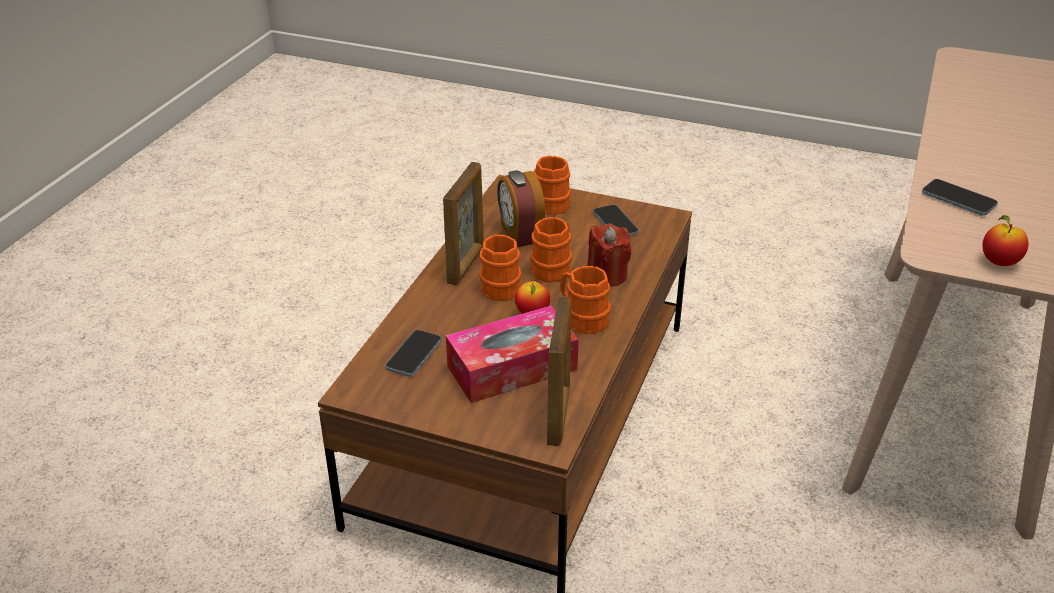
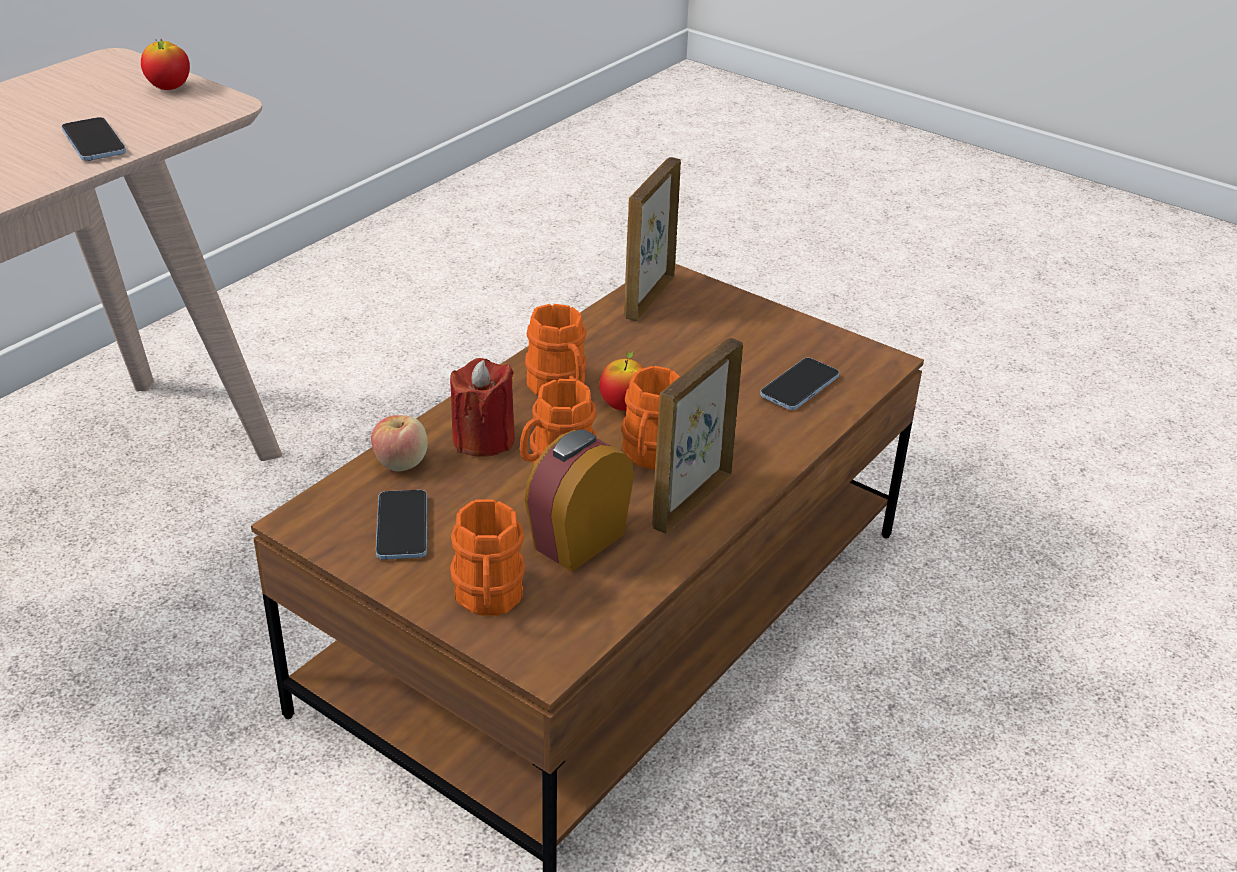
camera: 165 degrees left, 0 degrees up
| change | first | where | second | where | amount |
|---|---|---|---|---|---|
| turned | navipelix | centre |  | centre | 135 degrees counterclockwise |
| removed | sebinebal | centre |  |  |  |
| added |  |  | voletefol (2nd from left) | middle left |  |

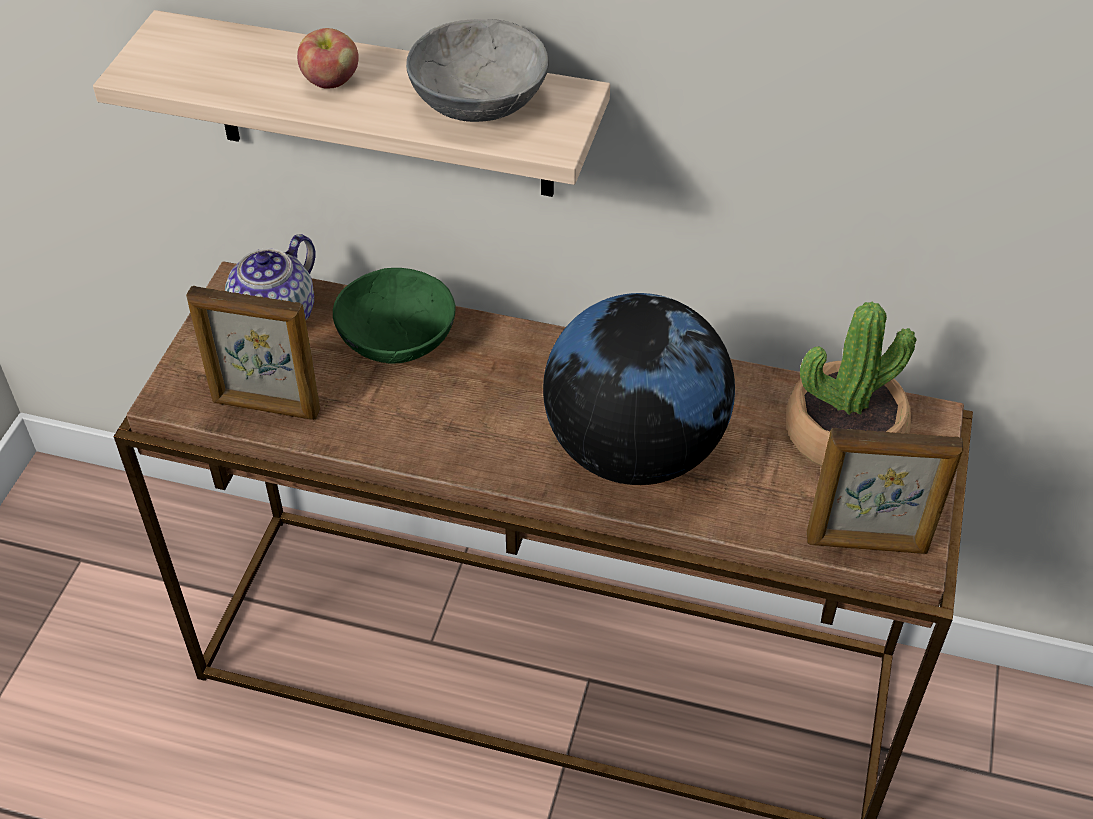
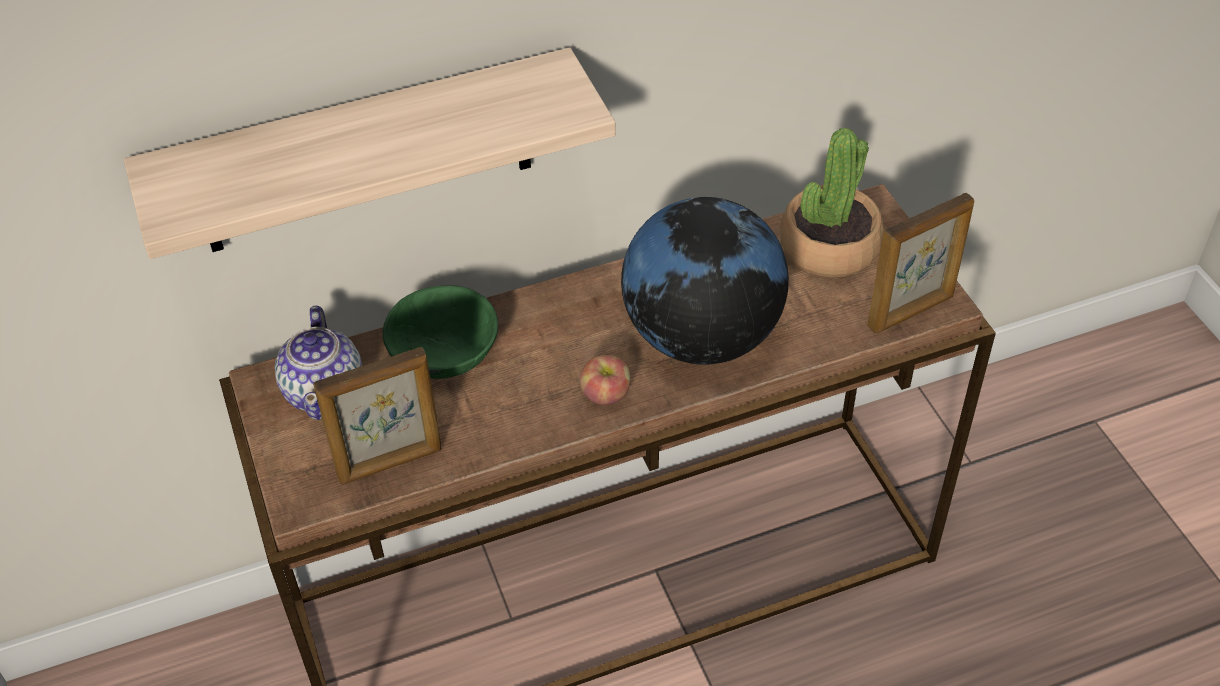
camera: 35 degrees left, 0 degrees up
| change | first | where | second | where | amount |
|---|---|---|---|---|---|
| removed | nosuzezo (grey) | top centre |  |  |  |
| moved | voletefol | top left |  | centre |  |

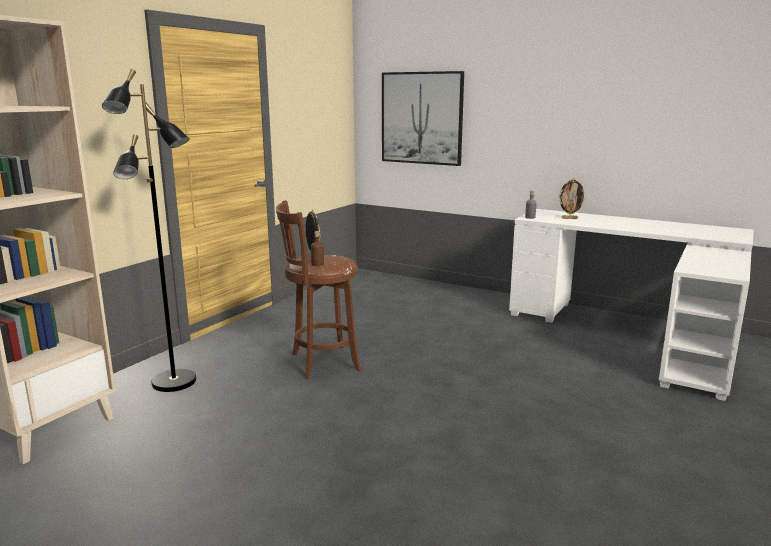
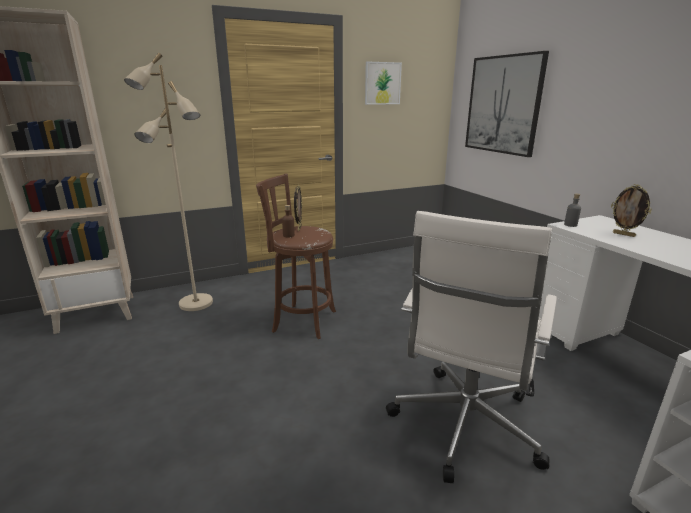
camera: 35 degrees right, 5 degrees up
| change | first | where | second | where | amount |
|---|---|---|---|---|---|
| recoloured | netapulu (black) | middle left | netapulu (beige) | middle left |  |
| added |  |  | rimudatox (1st from left) | top centre |  |
| added |  |  | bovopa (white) | bottom right |  |

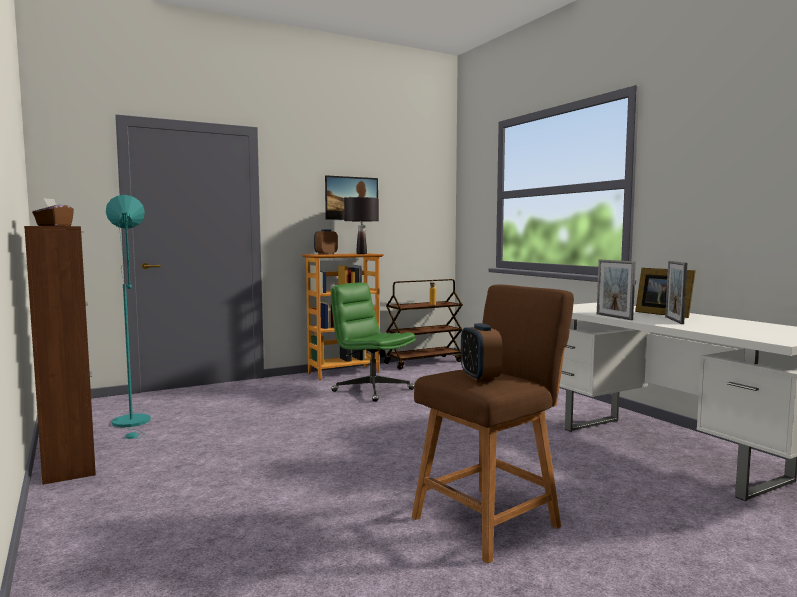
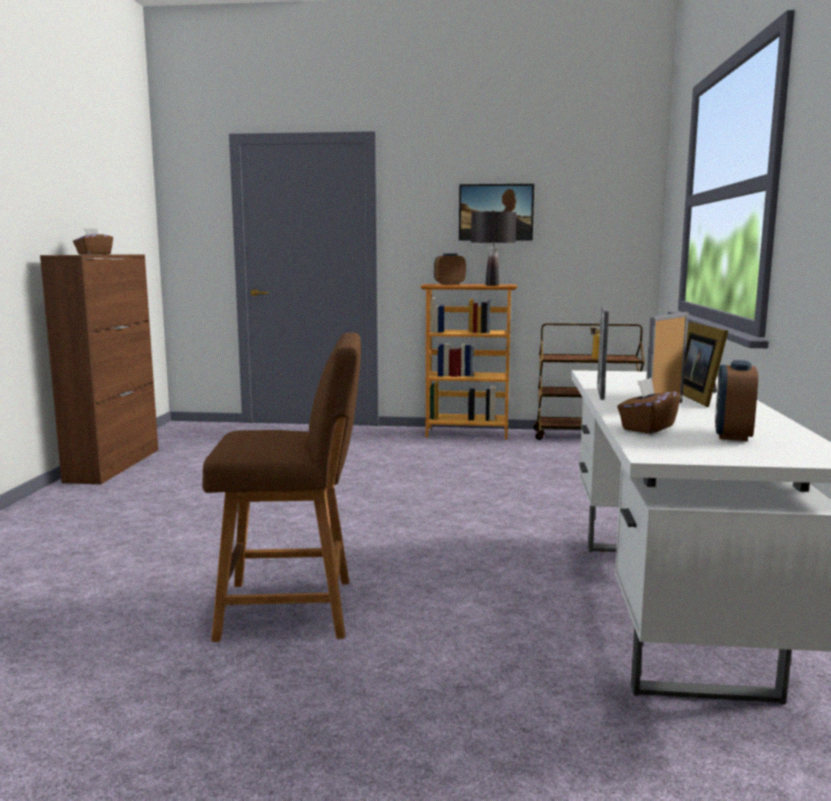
camera: 35 degrees right, 5 degrees up
| change | first | where | second | where | amount |
|---|---|---|---|---|---|
| removed | netapulu (turquoise) | middle left |  |  |  |
| removed | bovopa (green) | centre |  |  |  |
| moved | navipelix (2nd from left) | centre |  | middle right |  |
| added |  |  | sebinebal (brown) (2nd from left) | middle right |  |

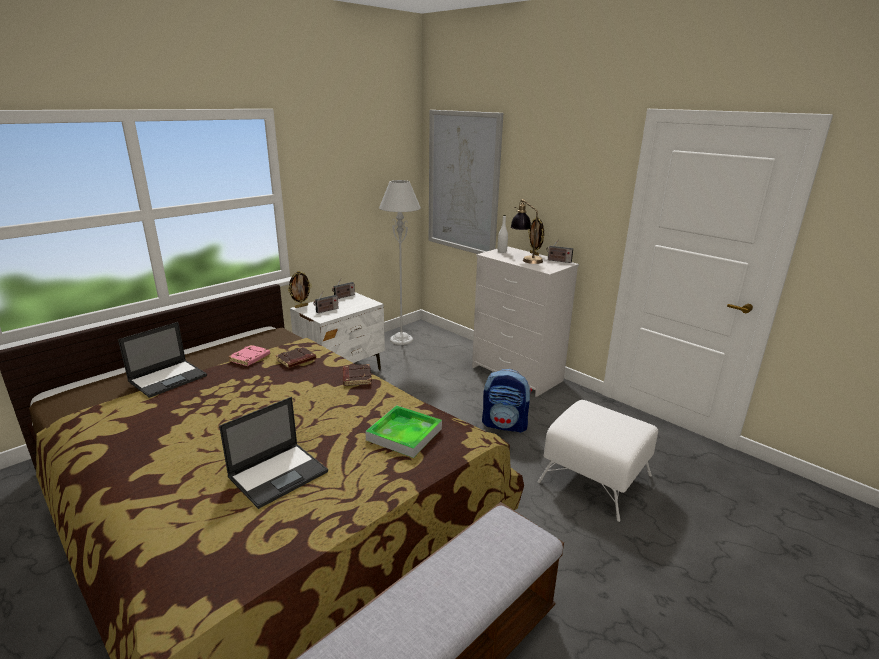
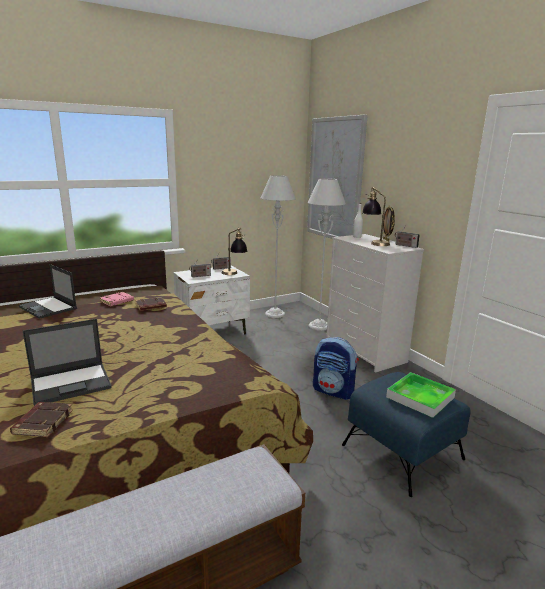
camera: 15 degrees right, 5 degrees down
| change | first | where | second | where | amount |
|---|---|---|---|---|---|
| removed | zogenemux (1st from left) | centre |  |  |  |
| turned | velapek (1st from left) | middle left |  | middle left | 75 degrees clockwise |
| moved | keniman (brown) (2nd from left in the first image) | centre | keniman (brown) (1st from left) | bottom left |  |
| recoloured | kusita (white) | bottom right | kusita (blue) | bottom right |  |
| moved | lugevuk | centre |  | bottom right |  |
| added |  |  | netapulu (grey) (2nd from left) | centre |  |
| added |  |  | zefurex (1st from left) | centre |  |

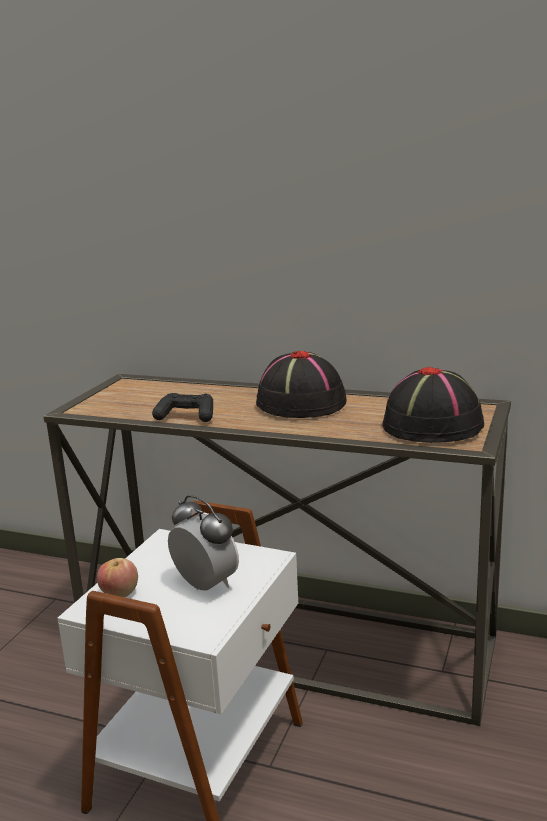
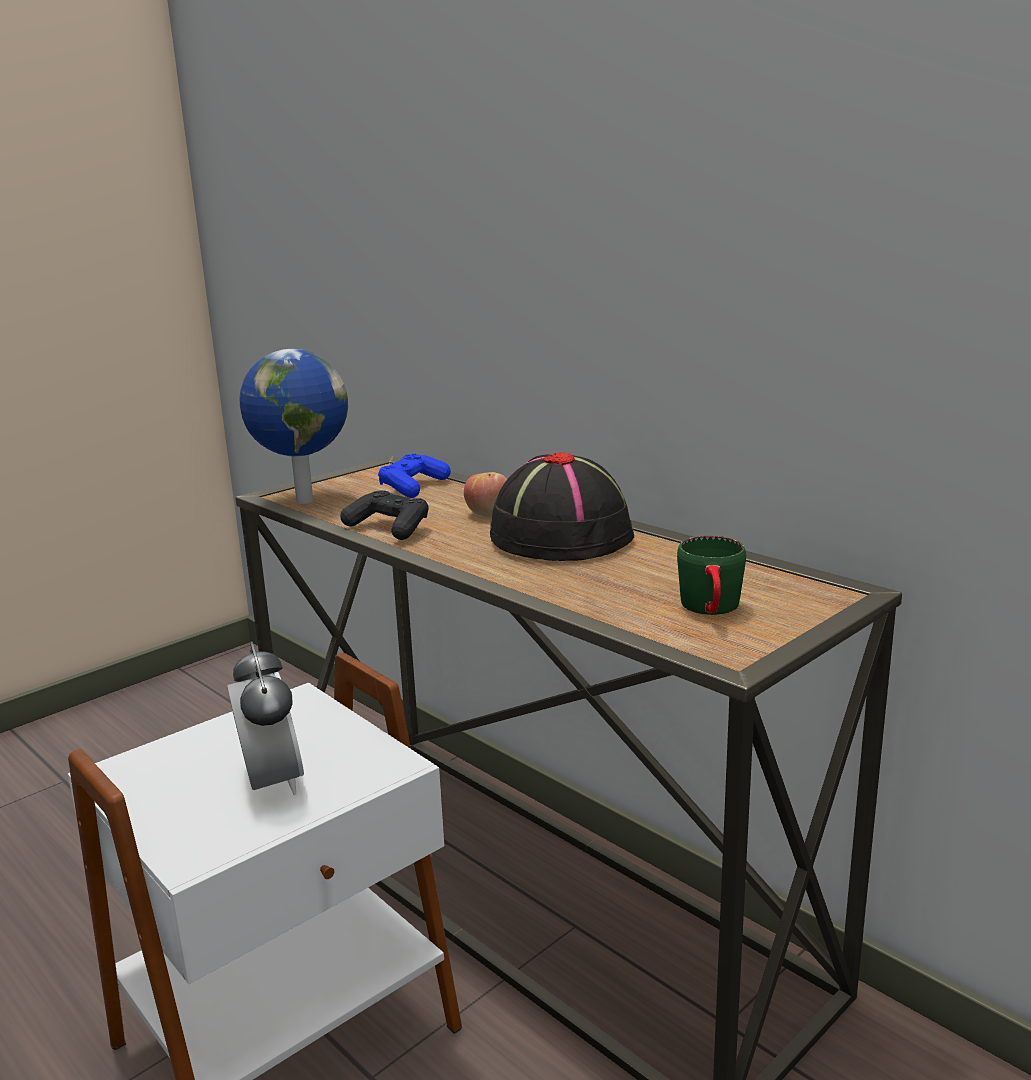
camera: 25 degrees right, 0 degrees up
| change | first | where | second | where | amount |
|---|---|---|---|---|---|
| replaced | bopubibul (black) (2nd from left) | middle right | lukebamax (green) | middle right |  |
| moved | voletefol | bottom left |  | centre |  |
| added |  |  | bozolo | middle left |  |
| added |  |  | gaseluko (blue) | centre |  |

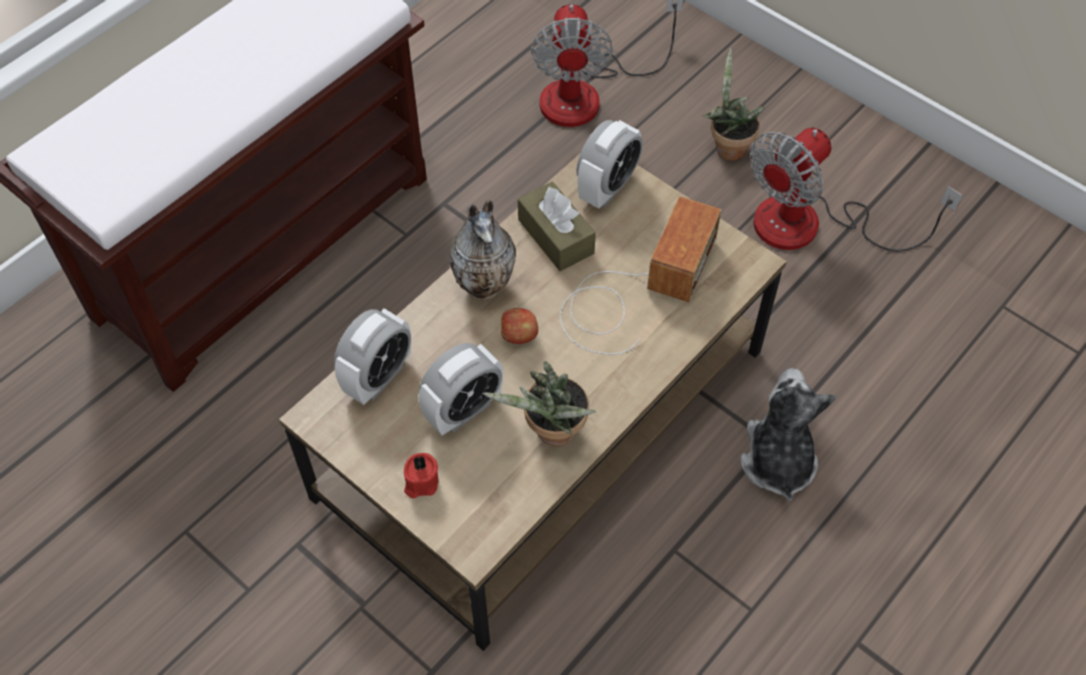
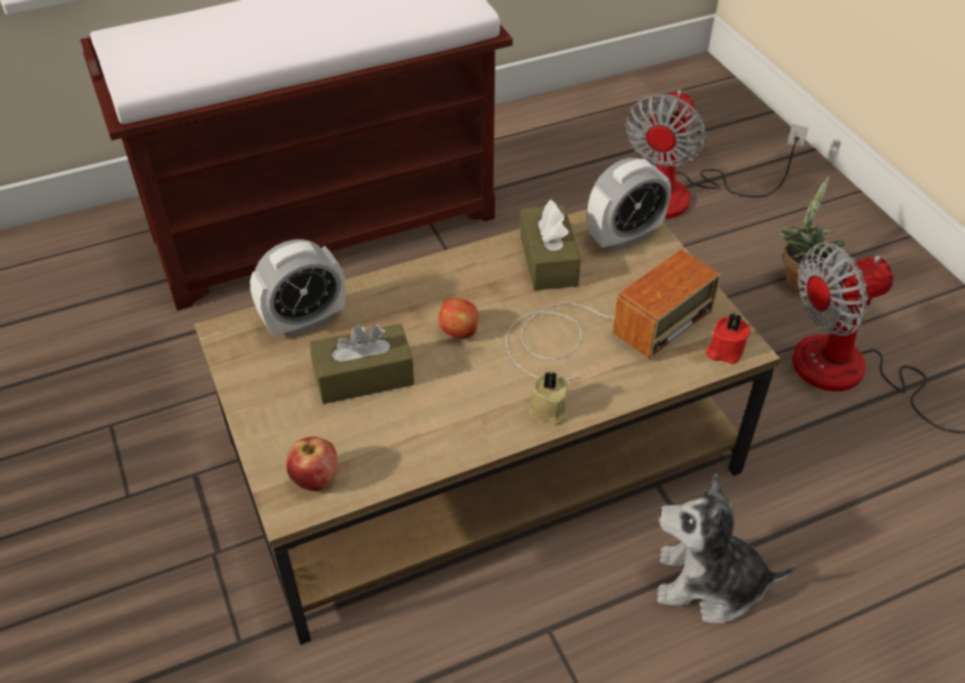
camera: 25 degrees right, 10 degrees down
| change | first | where | second | where | amount |
|---|---|---|---|---|---|
| removed | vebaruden | centre |  |  |  |
| replaced | navipelix (2nd from left) | centre | sebinebal (brown) (1st from left) | centre |  |
| removed | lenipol (1st from left) | centre |  |  |  |
| turned | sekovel | middle right |  | bottom right | 105 degrees counterclockwise |
| moved | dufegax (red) | bottom centre |  | middle right |  |
| added |  |  | dufegax (beige) | centre |  |
| added |  |  | voletefol (1st from left) | bottom left |  |

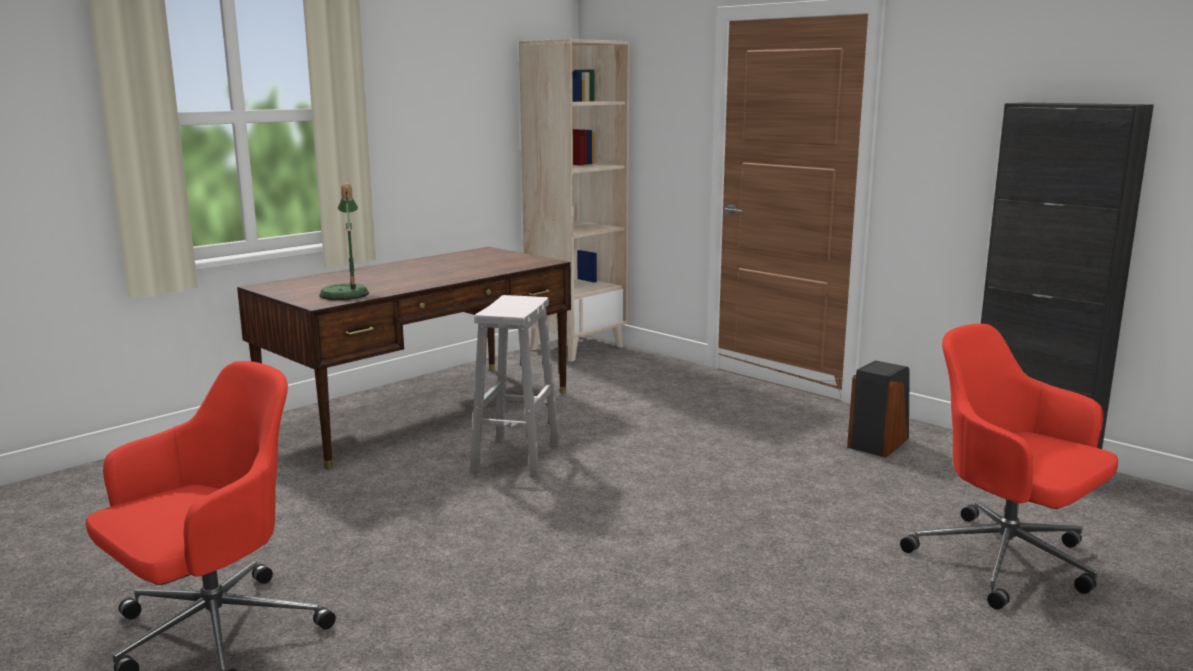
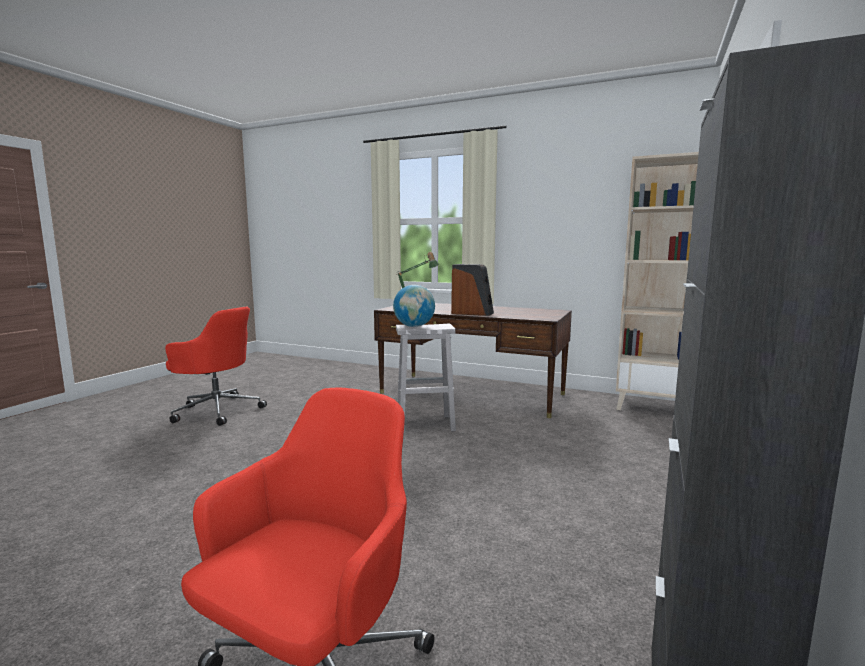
camera: 70 degrees right, 5 degrees down
| change | first | where | second | where | amount |
|---|---|---|---|---|---|
| moved | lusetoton | middle right |  | centre |  |
| added |  |  | bozolo | centre |  |

